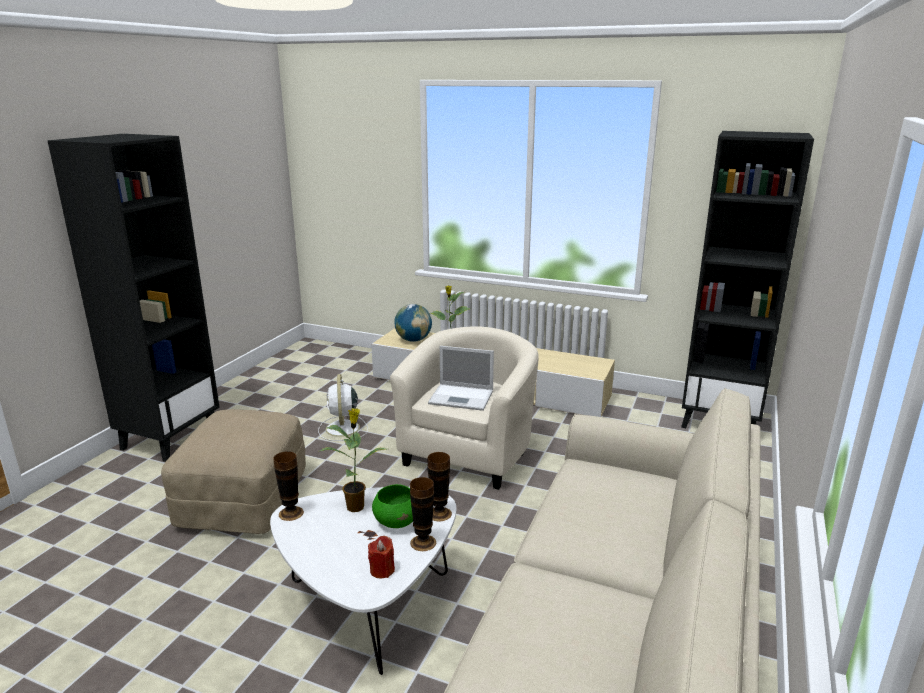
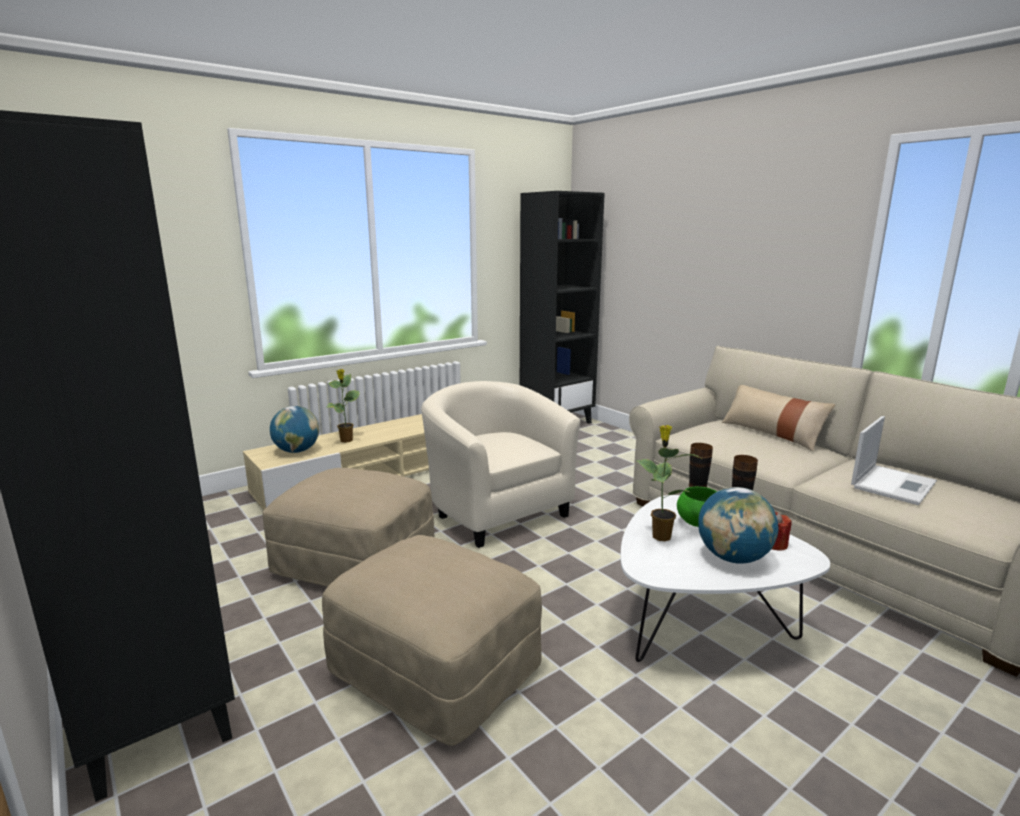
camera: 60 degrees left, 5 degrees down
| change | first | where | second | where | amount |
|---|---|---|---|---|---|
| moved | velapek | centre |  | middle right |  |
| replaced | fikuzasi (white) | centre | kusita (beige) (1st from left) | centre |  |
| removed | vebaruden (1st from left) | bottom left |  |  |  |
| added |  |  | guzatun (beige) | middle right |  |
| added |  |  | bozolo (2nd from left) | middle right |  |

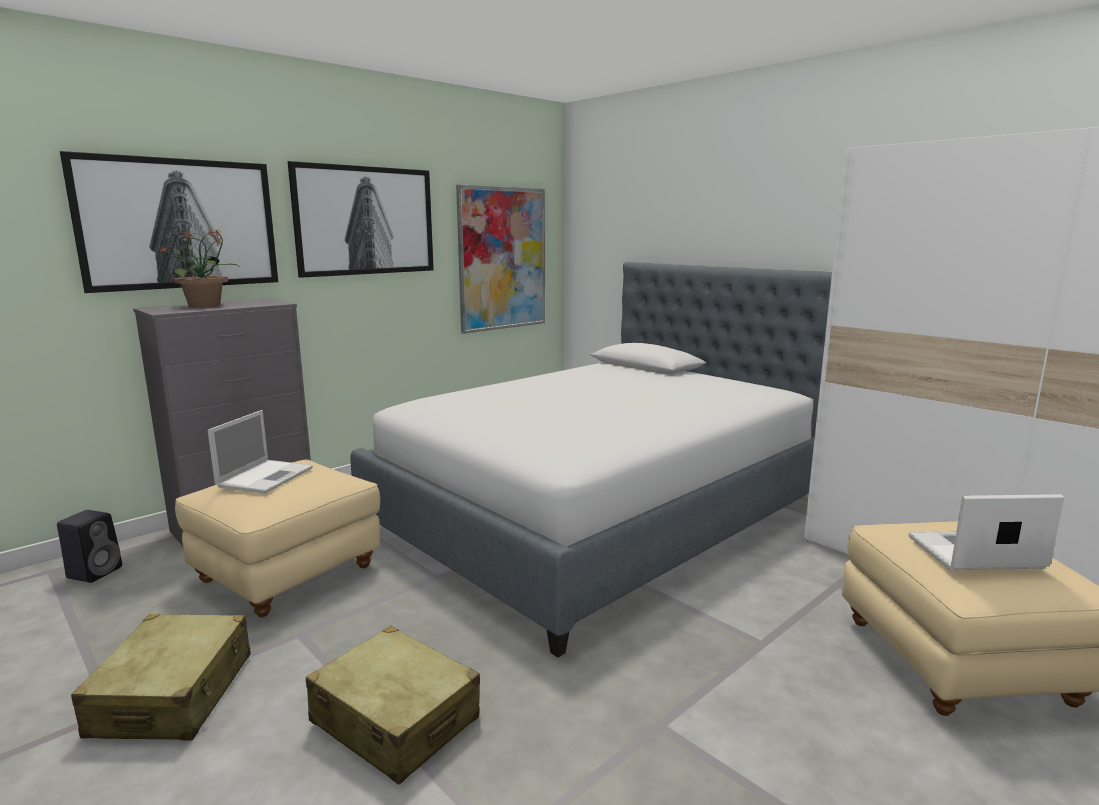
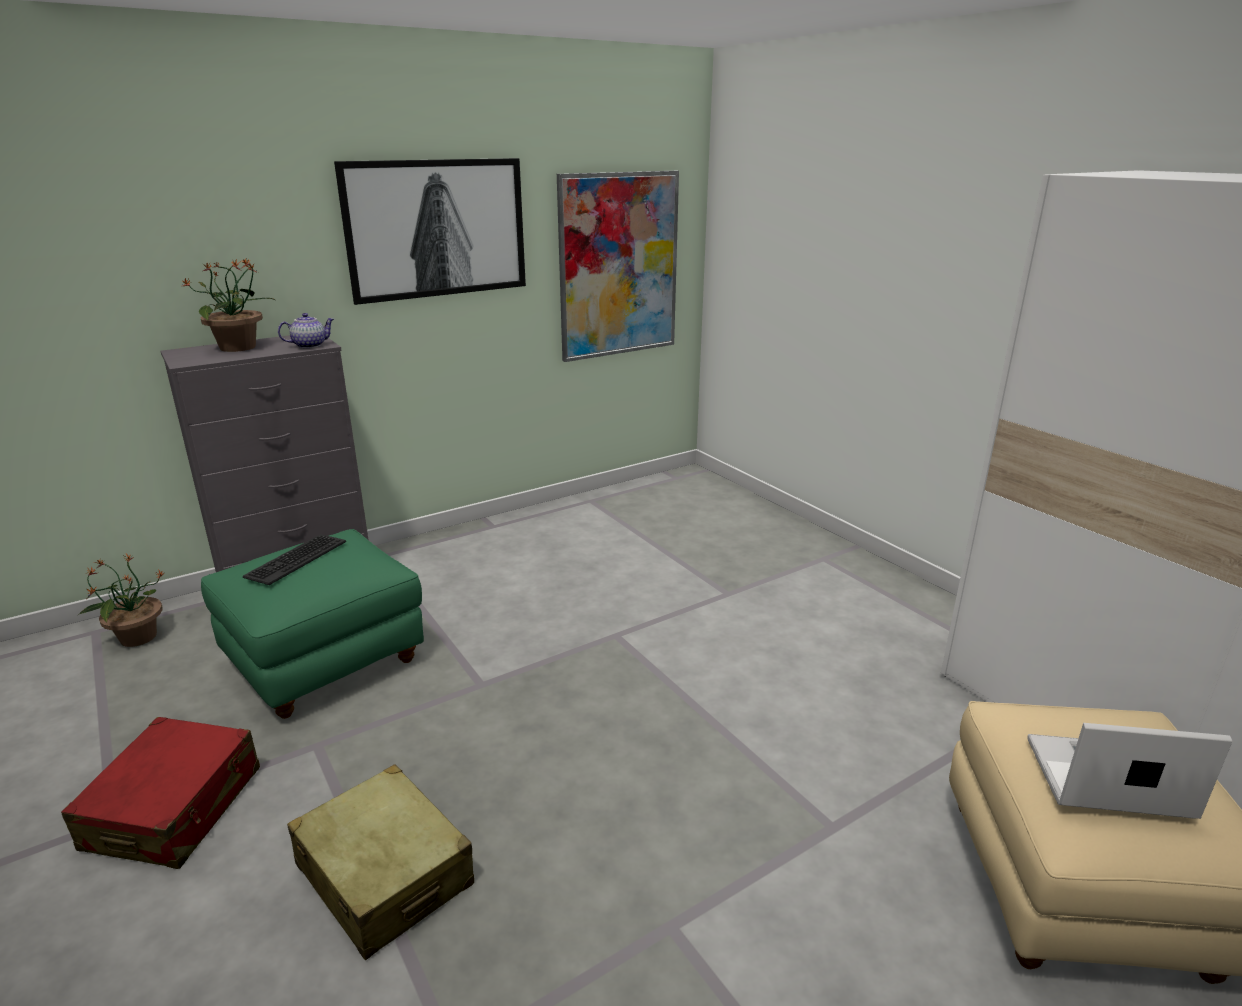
camera: 10 degrees right, 10 degrees up
| change | first | where | second | where | amount |
|---|---|---|---|---|---|
| removed | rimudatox (1st from left) | top left |  |  |  |
| removed | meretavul | centre |  |  |  |
| replaced | velapek (1st from left) | middle left | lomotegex | middle left |  |
| recoloured | kusita (beige) (1st from left) | bottom left | kusita (green) | middle left |  |
| replaced | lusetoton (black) | bottom left | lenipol (1st from left) | middle left |  |
| recoloured | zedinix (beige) (1st from left) | bottom left | zedinix (red) | bottom left |  |
| added |  |  | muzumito | top left |  |

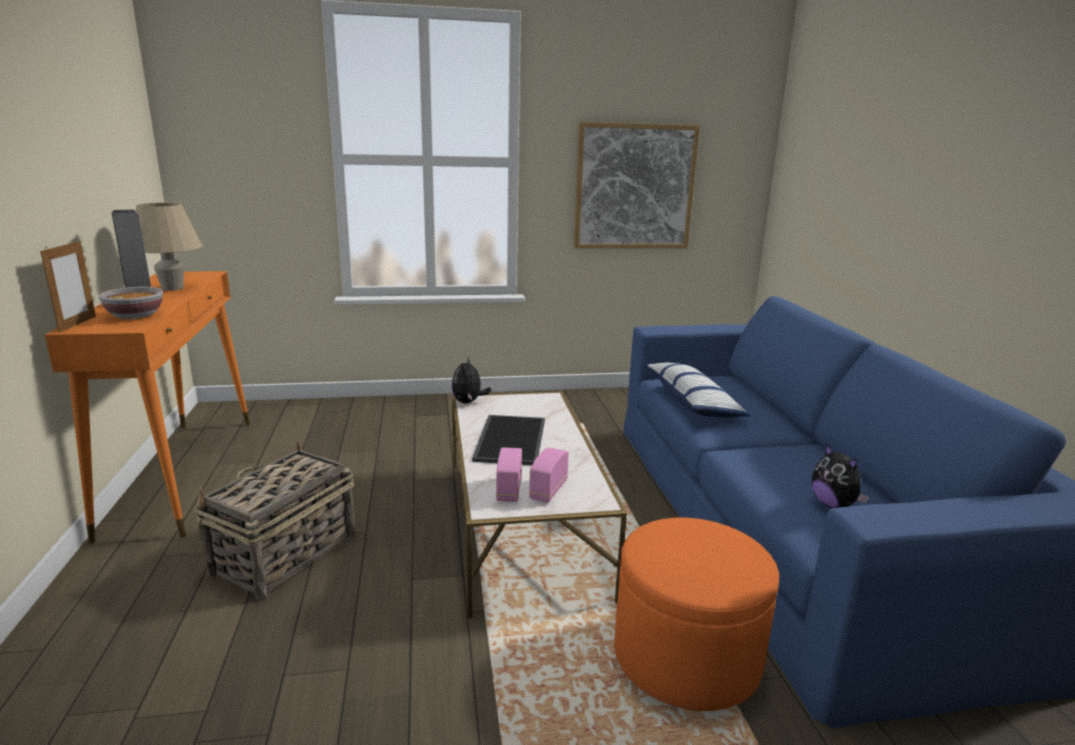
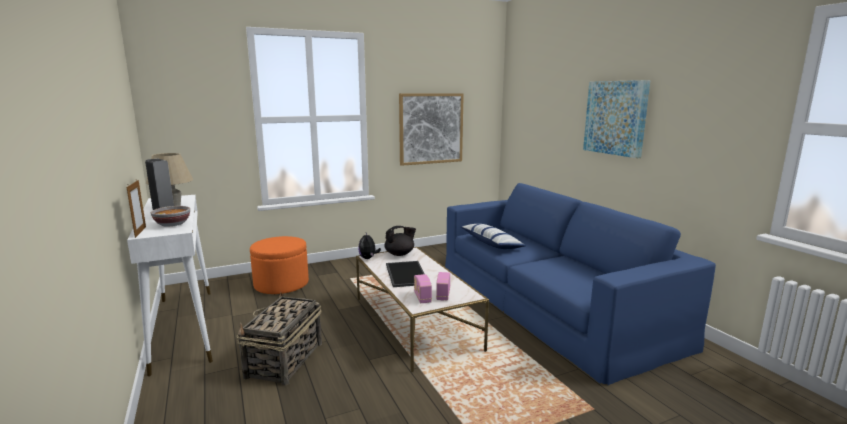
camera: 15 degrees left, 5 degrees down
| change | first | where | second | where | amount |
|---|---|---|---|---|---|
| recoloured | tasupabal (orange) | middle left | tasupabal (white) | bottom left |  |
| removed | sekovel (2nd from left) | middle right |  |  |  |
| moved | kusita (orange) | bottom centre |  | middle left |  |
| added |  |  | rimudatox (2nd from left) | top right |  |
| added |  |  | muzumito (black) | centre |  |

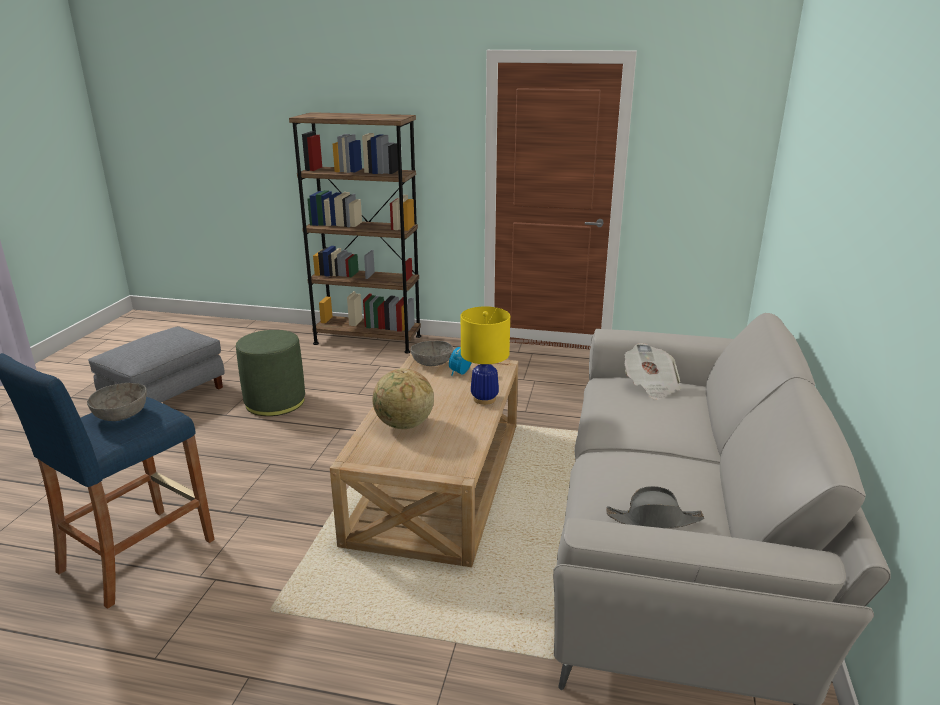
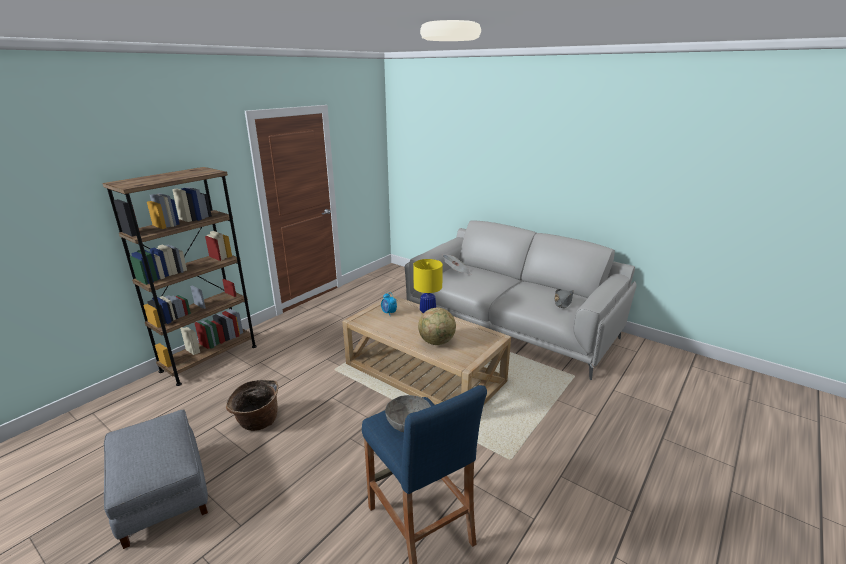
camera: 65 degrees left, 0 degrees up
| change | first | where | second | where | amount |
|---|---|---|---|---|---|
| replaced | kusita (green) | middle left | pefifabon | bottom left |  |
| removed | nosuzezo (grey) (2nd from left) | centre |  |  |  |

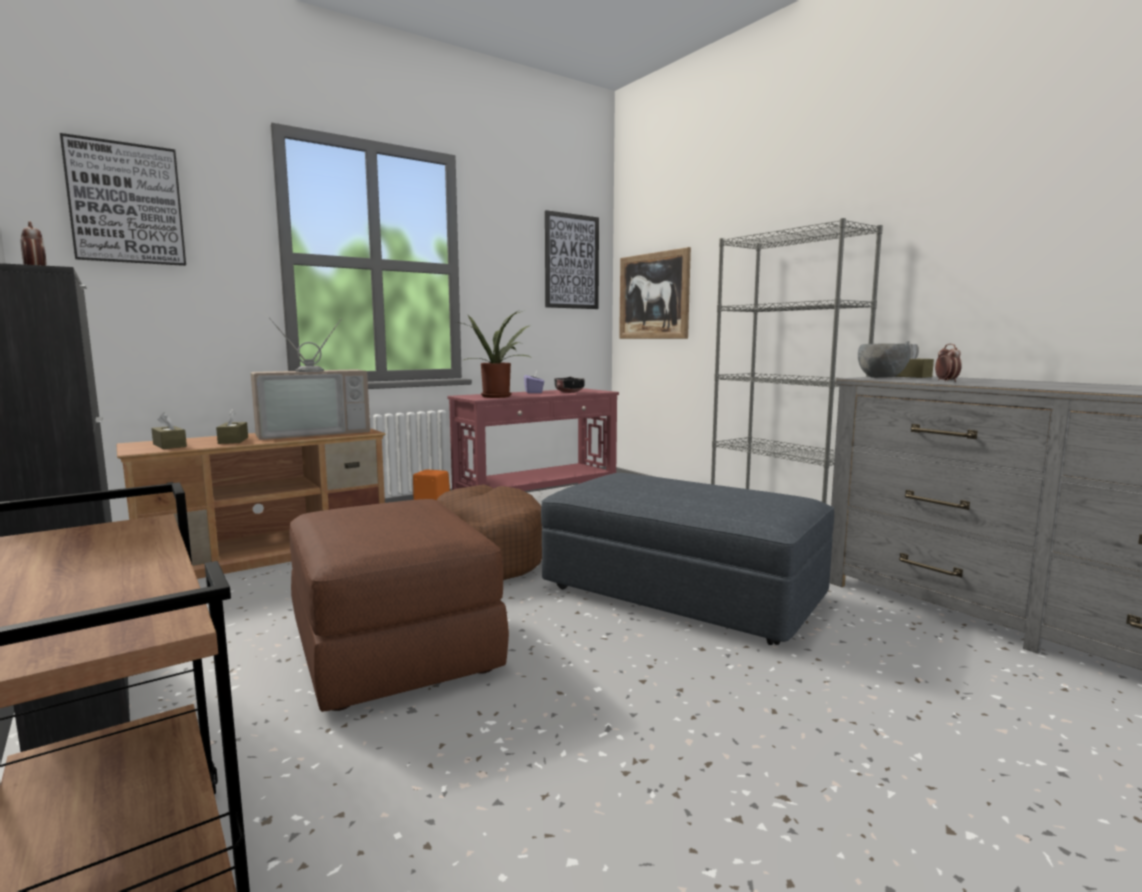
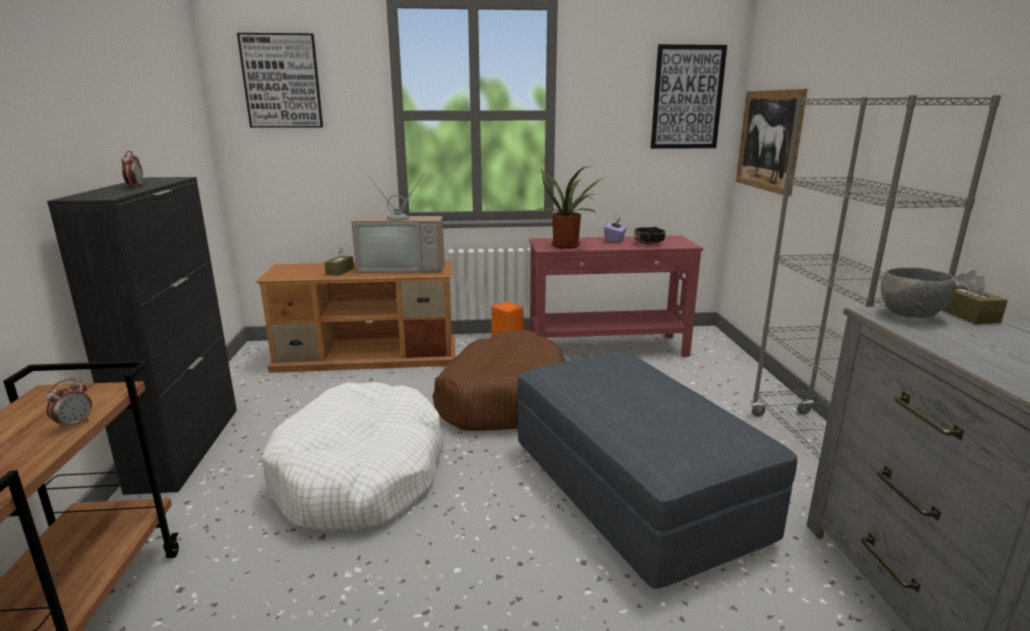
camera: 30 degrees right, 10 degrees up
| change | first | where | second | where | amount |
|---|---|---|---|---|---|
| moved | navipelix (2nd from left in the first image) | middle right | navipelix (1st from left) | middle left |  |
| removed | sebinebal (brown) (1st from left) | middle left |  |  |  |
| replaced | kusita (brown) | bottom centre | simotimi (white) | bottom centre |  |

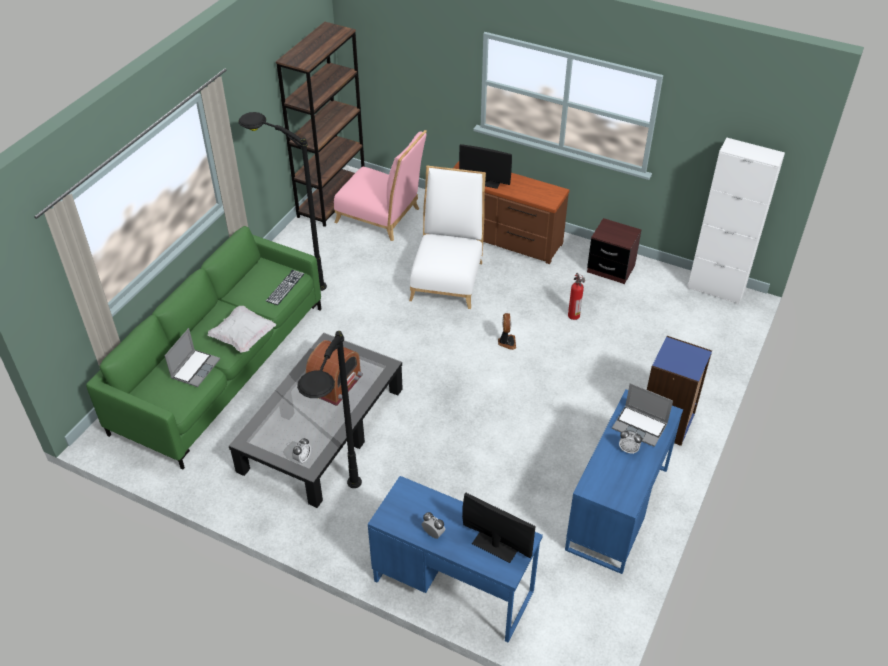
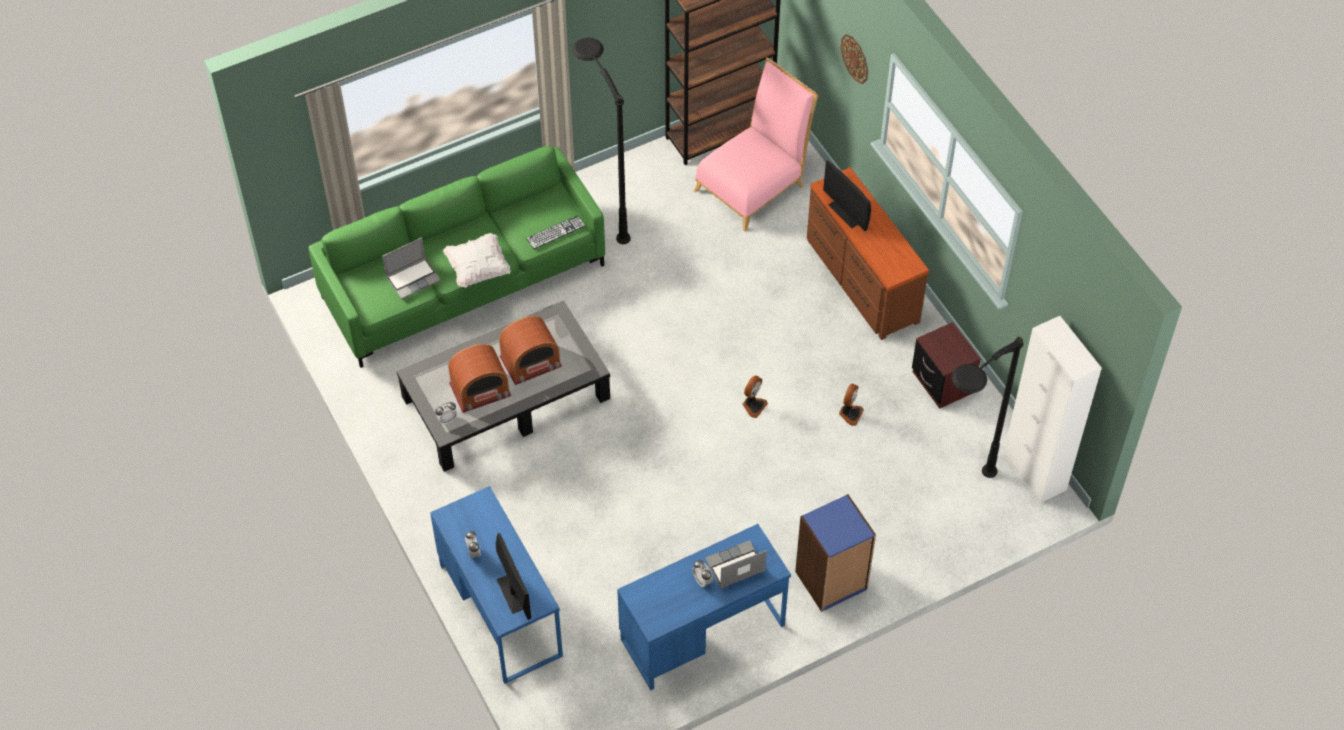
camera: 35 degrees right, 10 degrees up
| change | first | where | second | where | amount |
|---|---|---|---|---|---|
| turned | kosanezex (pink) | top centre |  | top centre | 105 degrees counterclockwise |
| removed | kosanezex (white) | centre |  |  |  |
| replaced | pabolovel | centre | fikuzasi (2nd from left) | centre |  |
| moved | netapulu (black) (2nd from left) | centre |  | middle right |  |
| turned | velapek (2nd from left) | middle right |  | bottom centre | 90 degrees clockwise |
| added |  |  | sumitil | top centre |  |
| added |  |  | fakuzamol (1st from left) | centre |  |

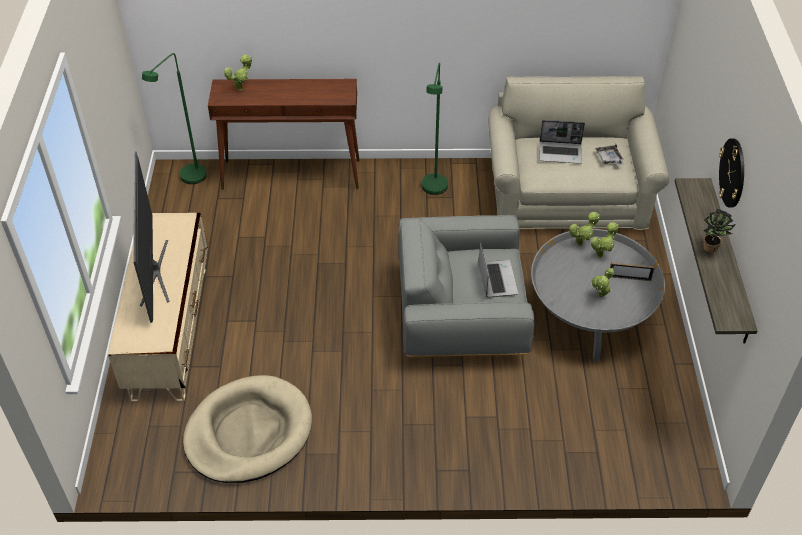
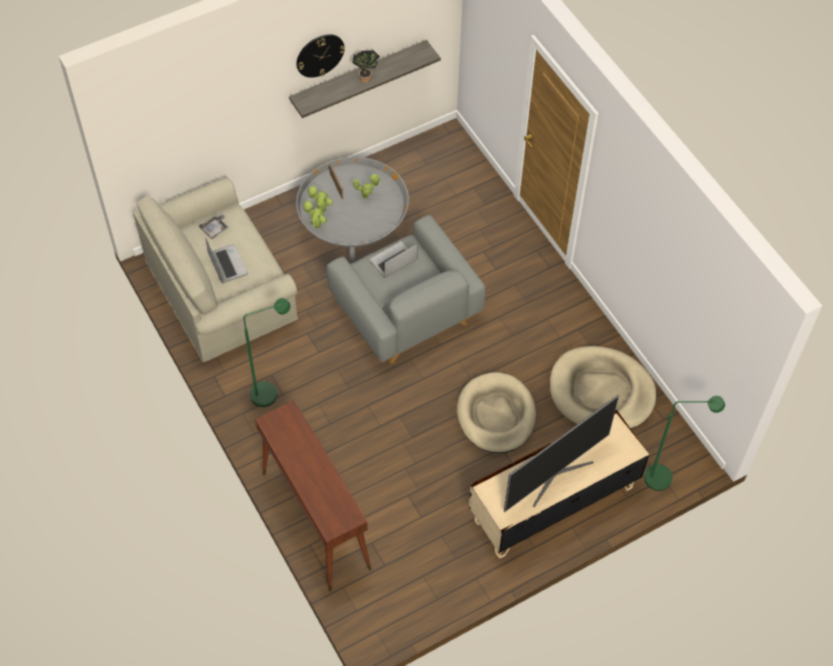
camera: 120 degrees left, 10 degrees up
| change | first | where | second | where | amount |
|---|---|---|---|---|---|
| moved | netapulu (green) (1st from left in the first image) | top left | netapulu (green) (2nd from left) | middle right |  |
| removed | lenipol (1st from left) | top left |  |  |  |
| added |  |  | simotimi (beige) (1st from left) | centre |  |

